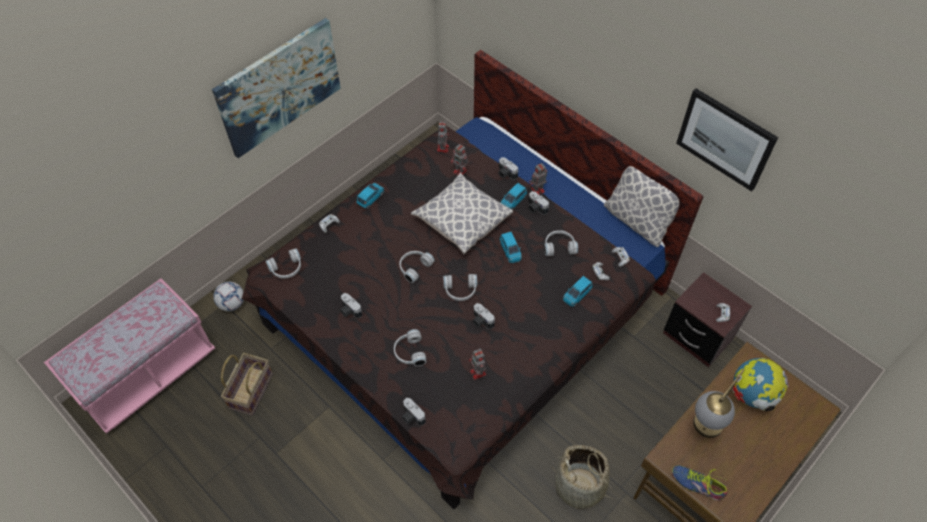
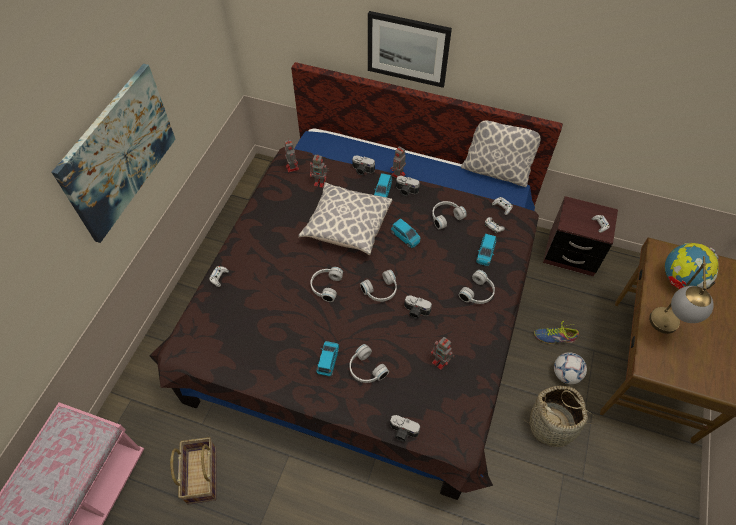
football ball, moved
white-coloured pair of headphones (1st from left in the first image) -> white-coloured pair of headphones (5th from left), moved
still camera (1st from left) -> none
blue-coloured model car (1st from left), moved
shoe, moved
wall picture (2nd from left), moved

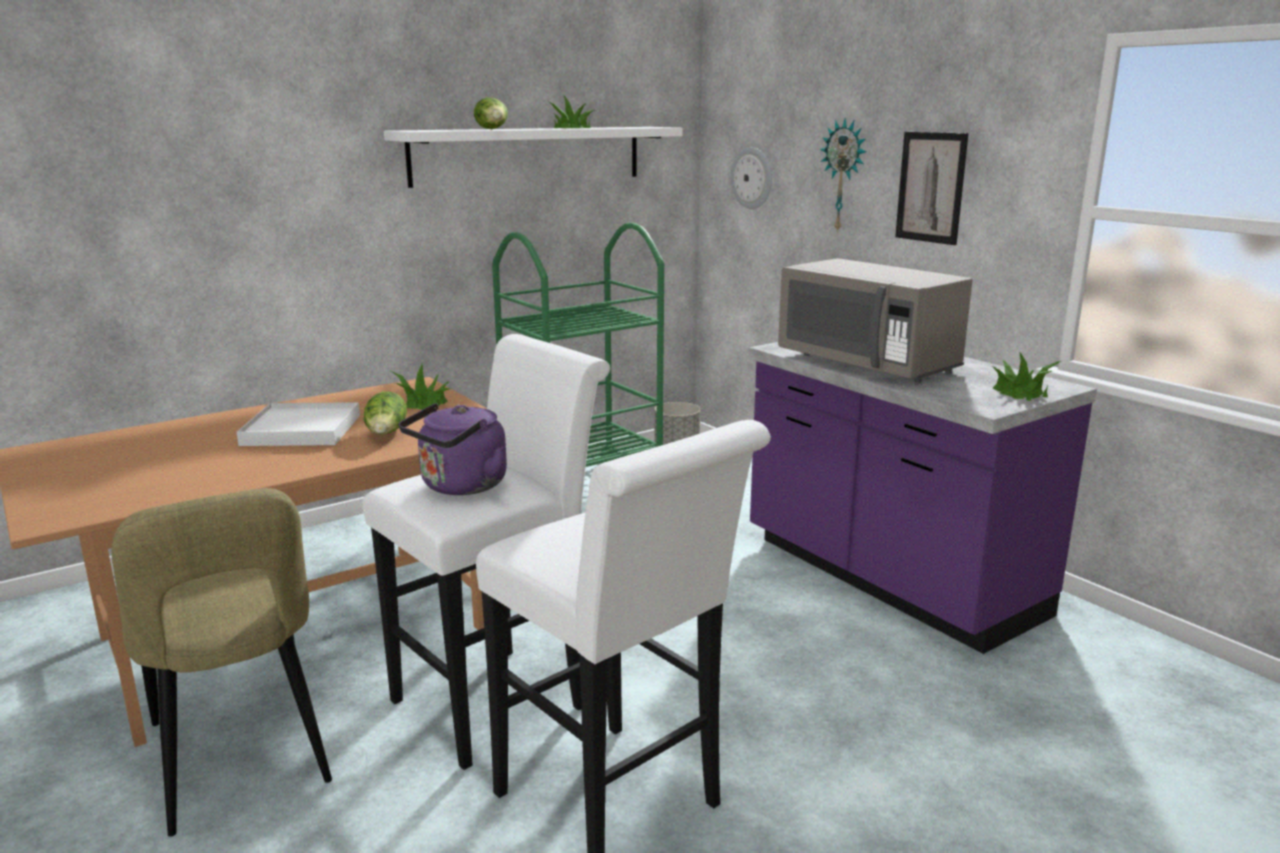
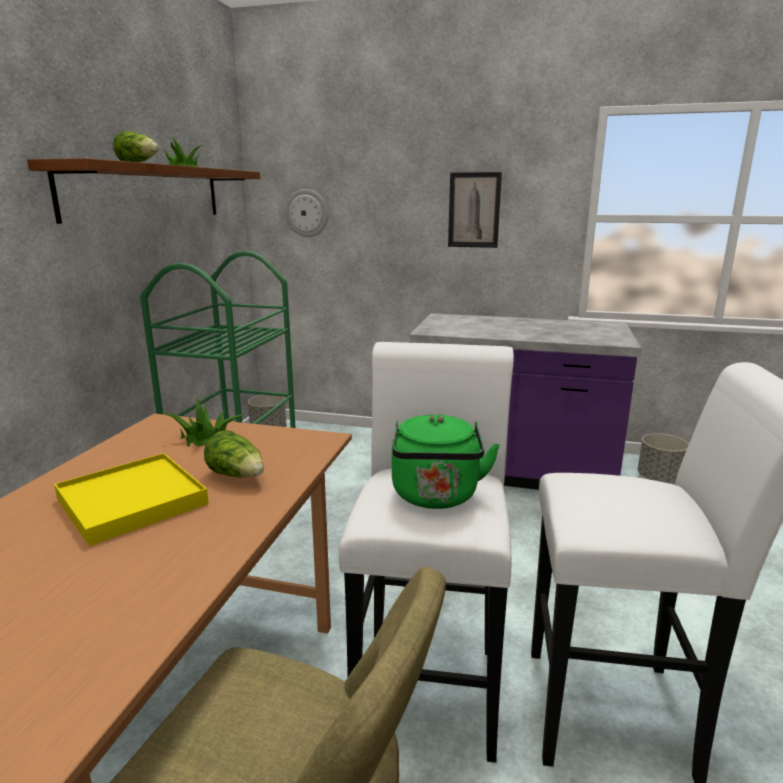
white-coloured carrying tray -> yellow carrying tray
white-coloured shelf -> brownish shelf
purplish kettle -> green-coloured kettle
grey kitchen microwave -> none
clock on the wall (2nd from left) -> none
potted plant (3rd from left) -> none
none -> grey planter (2nd from left)

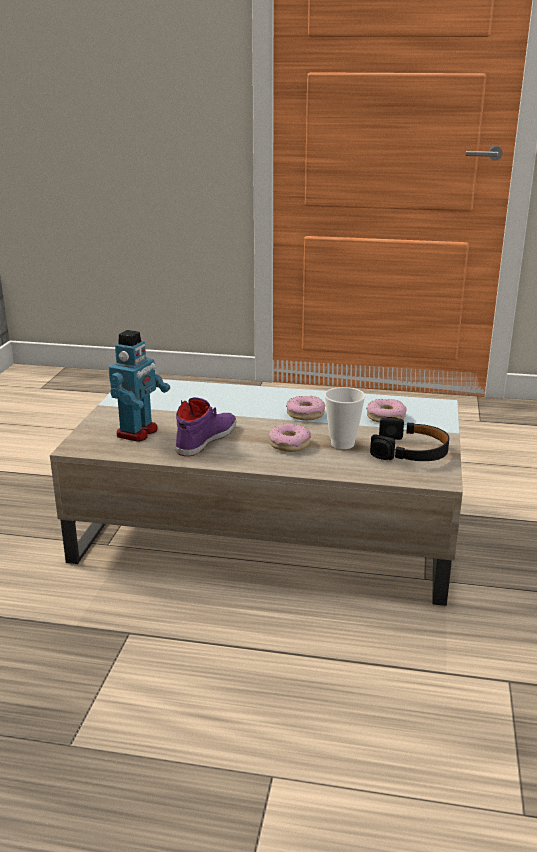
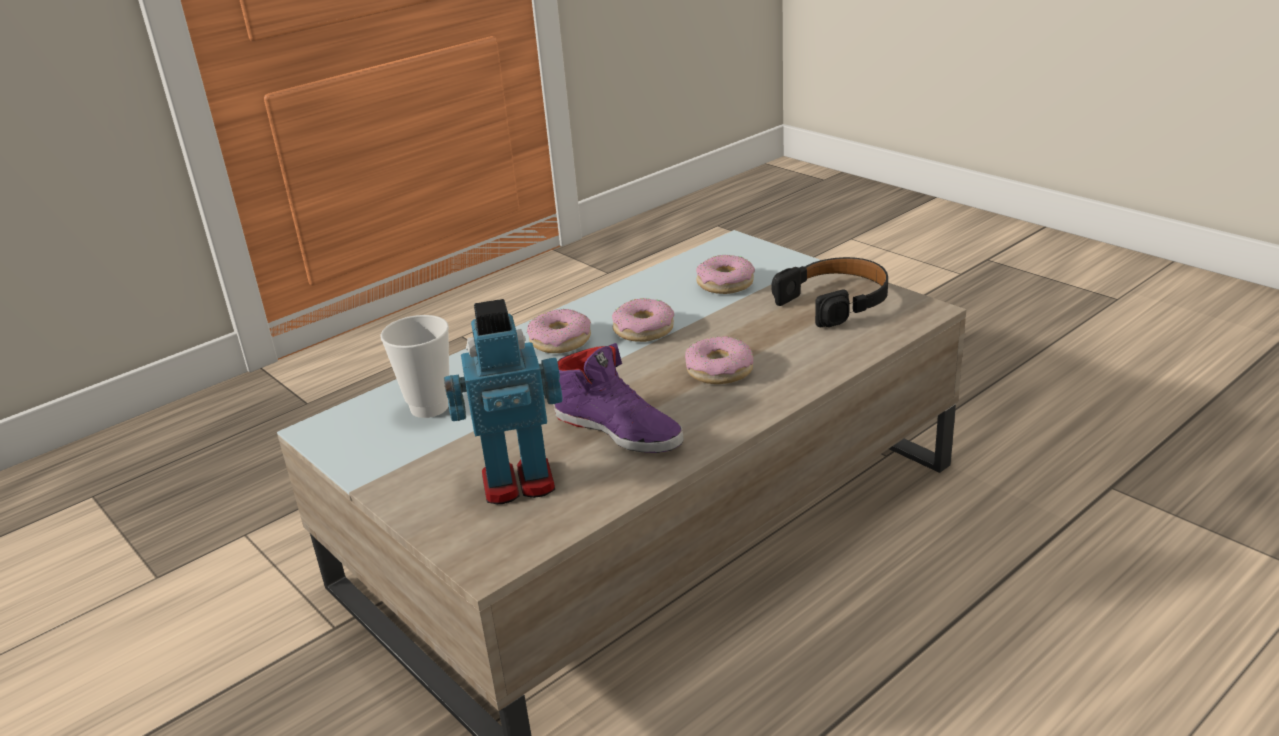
model robot, 75 degrees counterclockwise
purplish shoe, 150 degrees clockwise
small cup, moved
none -> donut (1st from left)

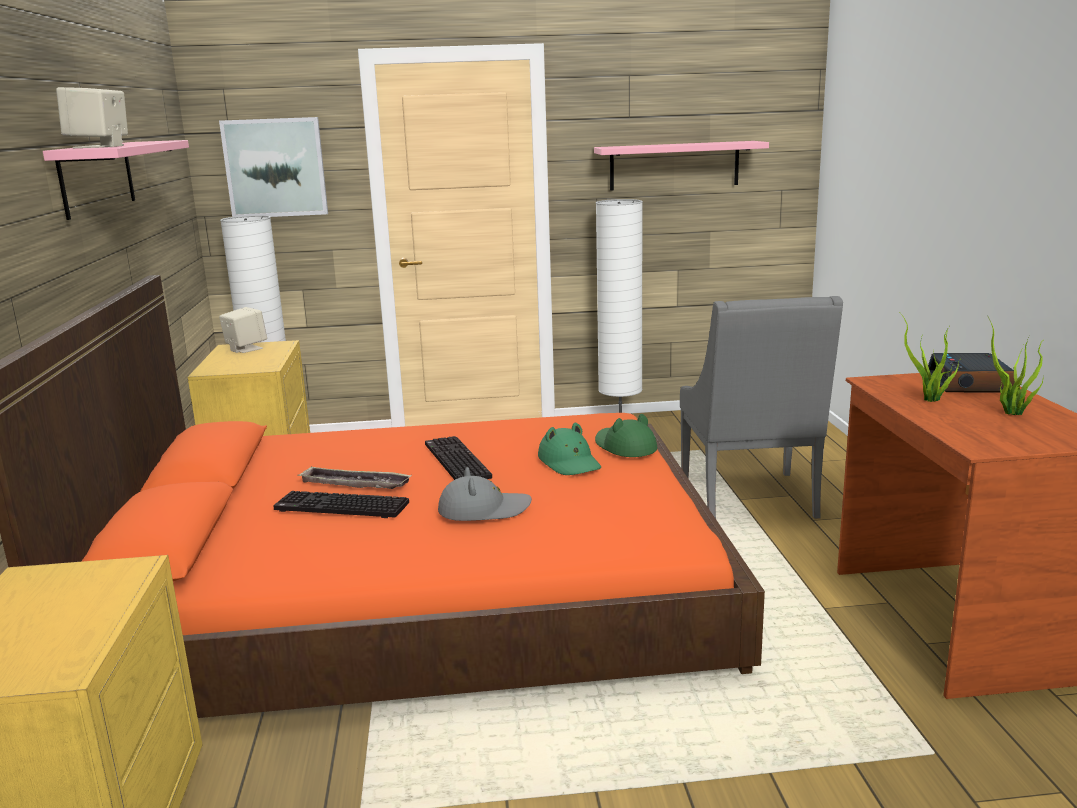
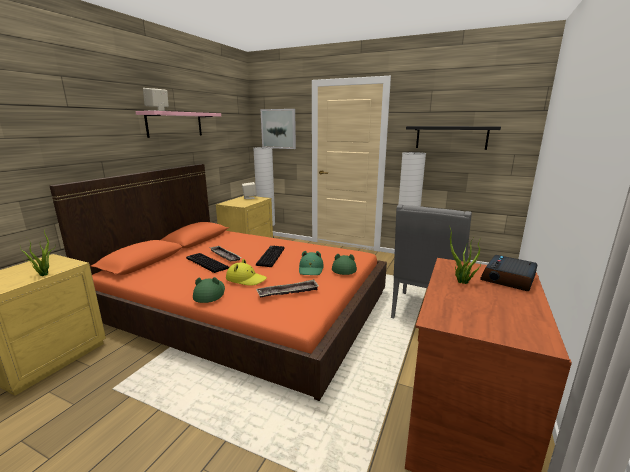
grey clothing hat -> yellow clothing hat
pink-coloured shelf (2nd from left) -> blackish shelf
potted plant (2nd from left in the first image) -> potted plant (1st from left), moved
none -> green-coloured clothing hat (1st from left)
none -> carrying tray (2nd from left)

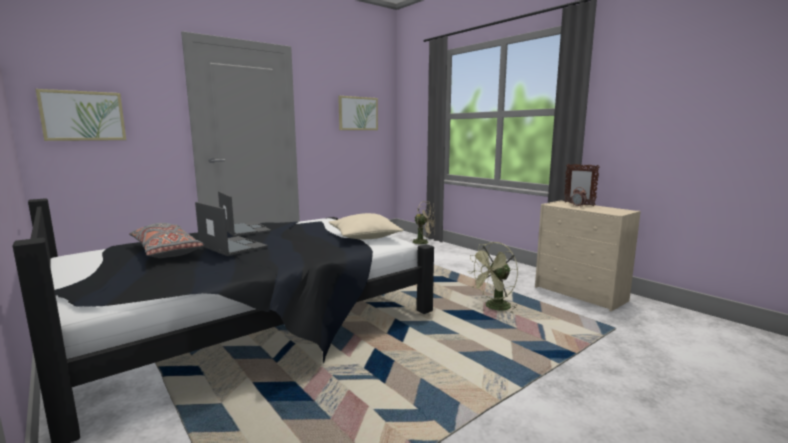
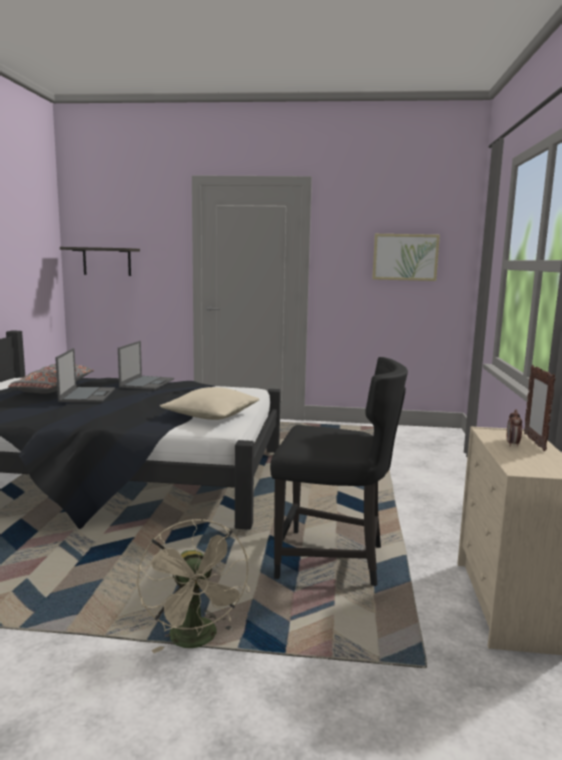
wall picture (1st from left) -> shelf
beige electric fan, moved
green-coloured electric fan -> blackish chair

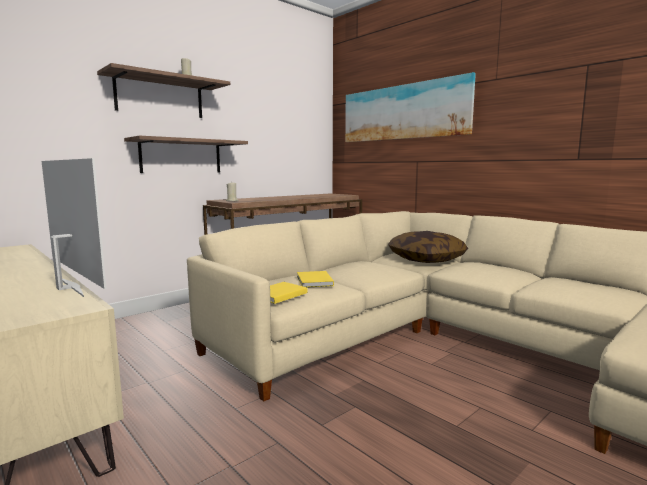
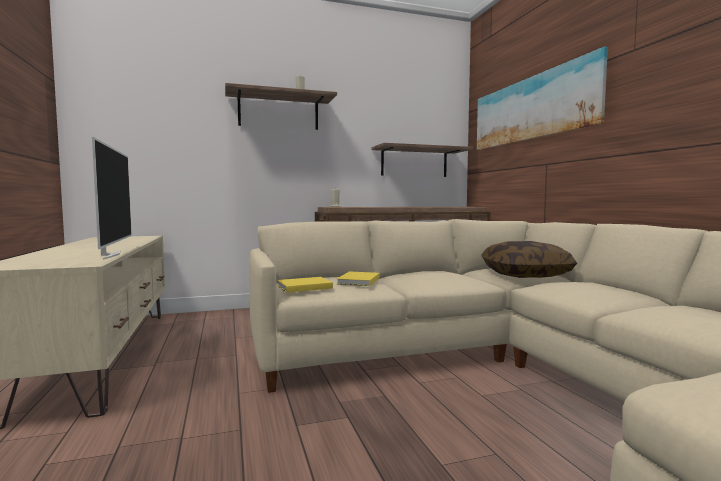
shelf (2nd from left), moved

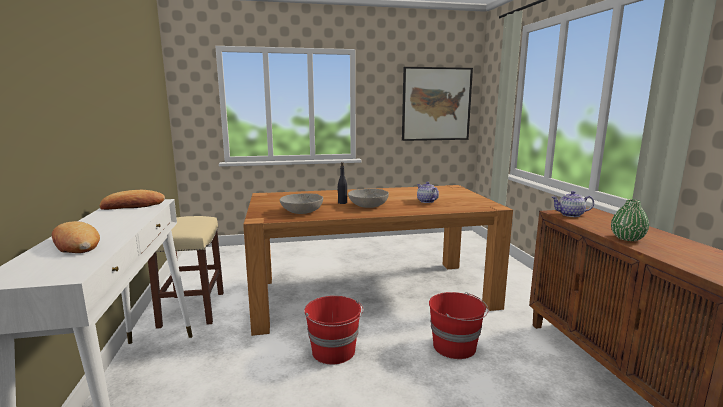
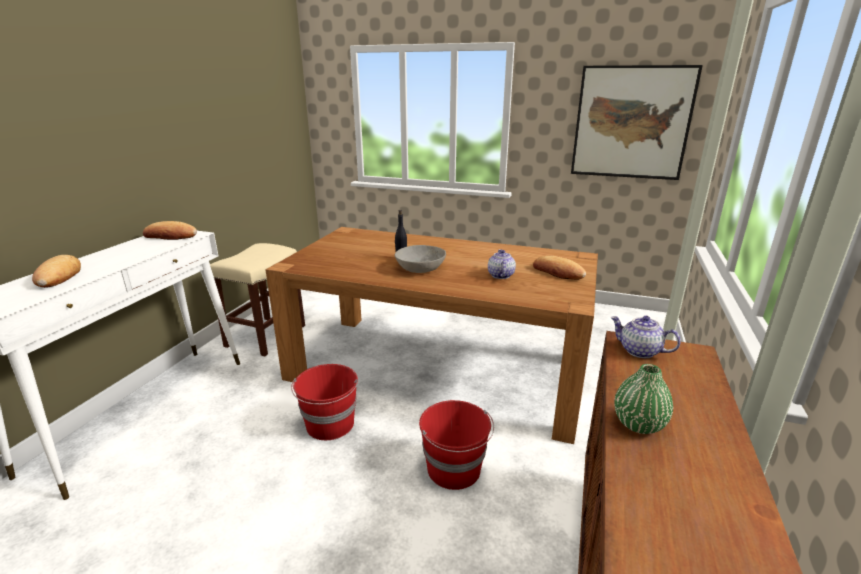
grey serving bowl (1st from left) -> none
none -> bread (3rd from left)

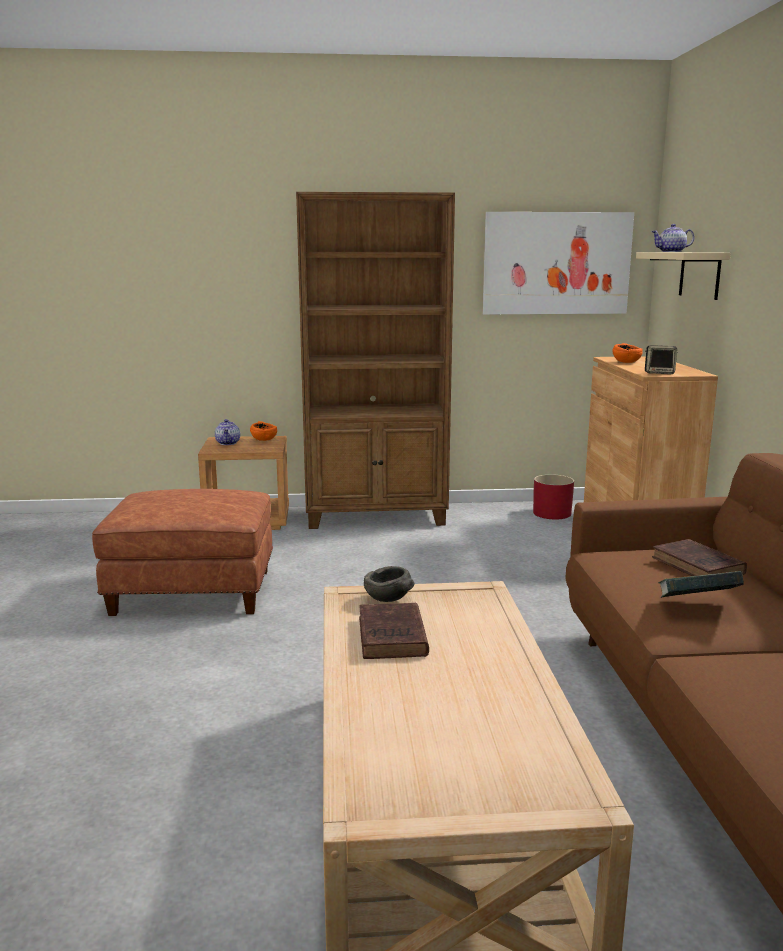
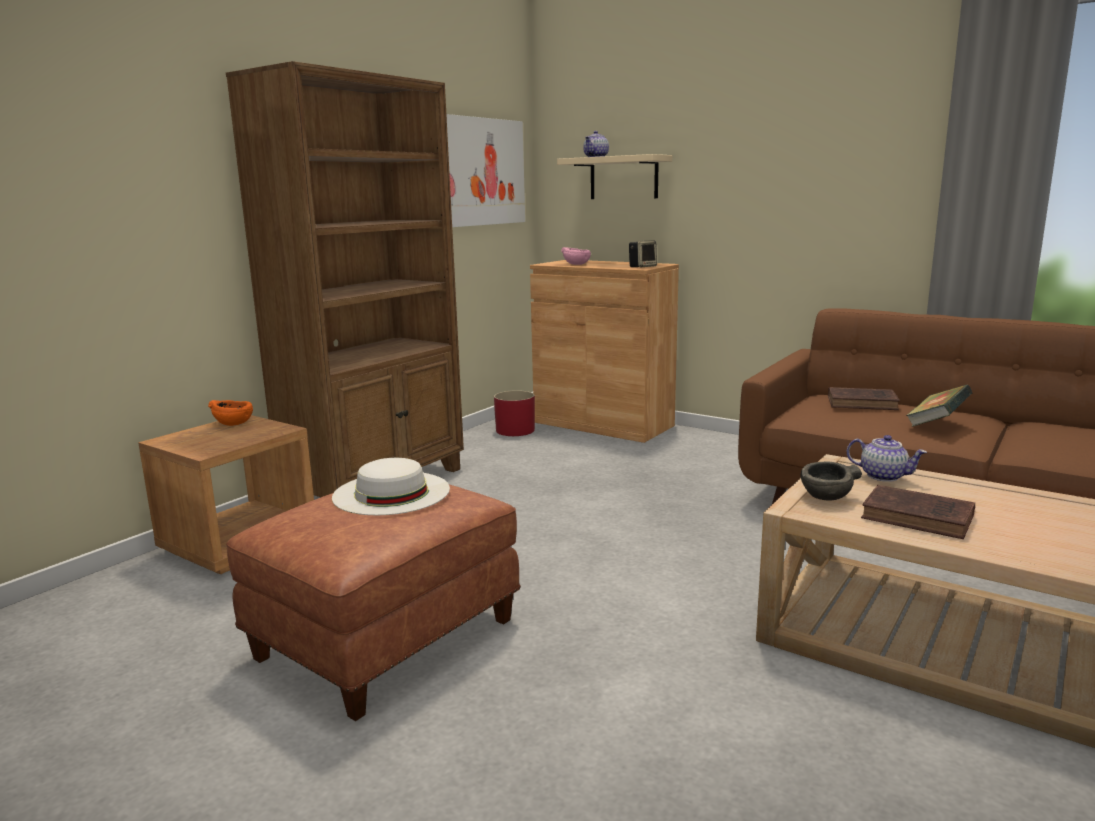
teapot (1st from left in the first image) -> teapot (2nd from left), moved
orangey serving bowl (2nd from left) -> pink-coloured serving bowl
none -> white-coloured clothing hat

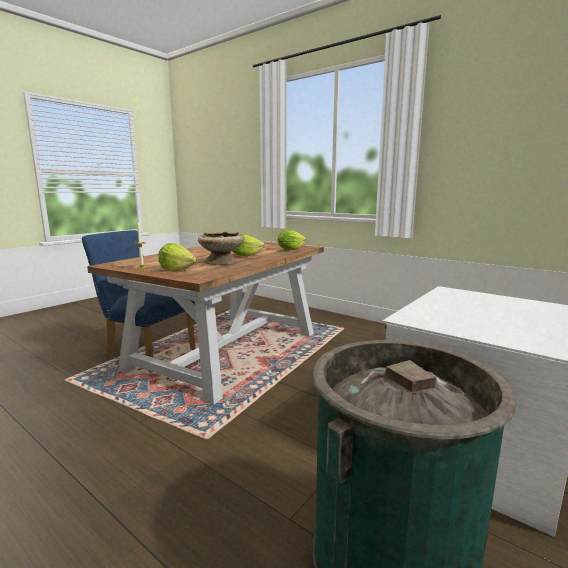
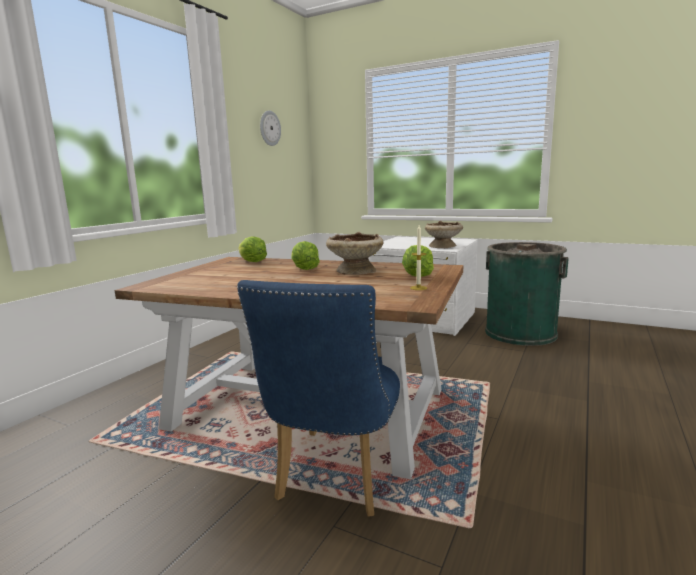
none -> clock on the wall
none -> beige serving bowl (2nd from left)

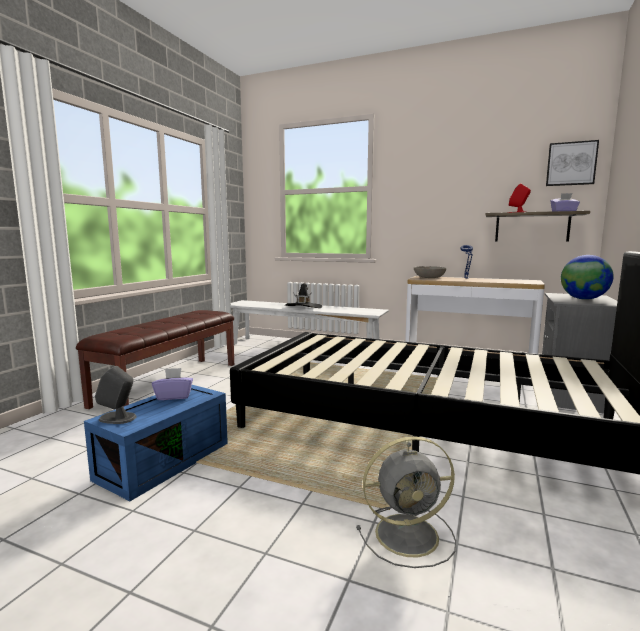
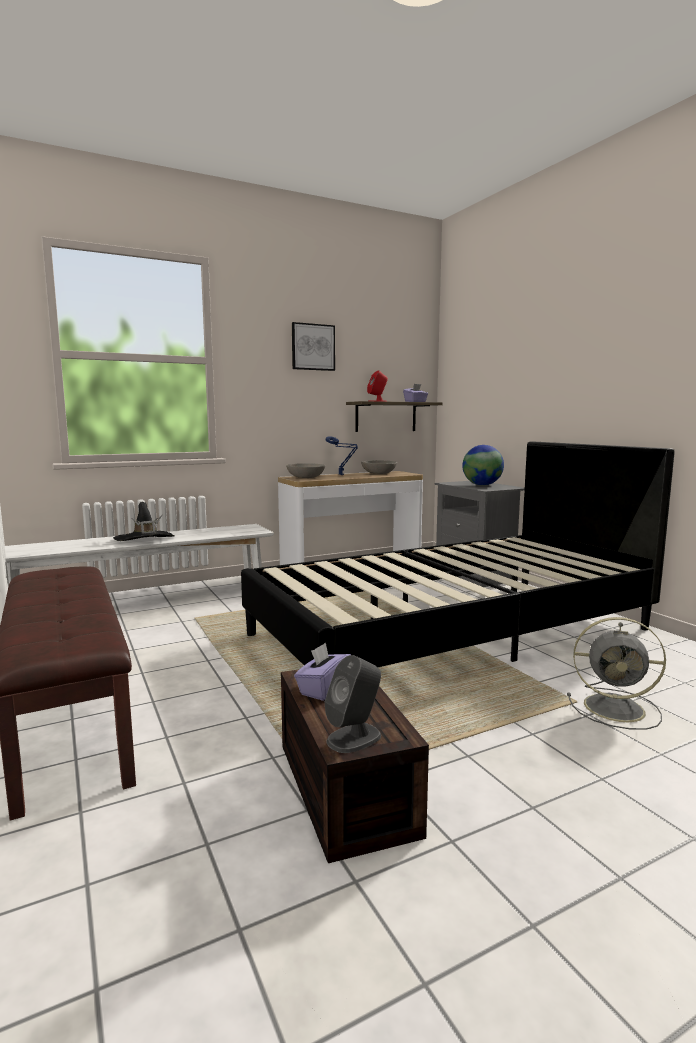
blue-coloured storage container -> brownish storage container
grey electric fan, 75 degrees clockwise
wall picture, moved
none -> grey serving bowl (2nd from left)

